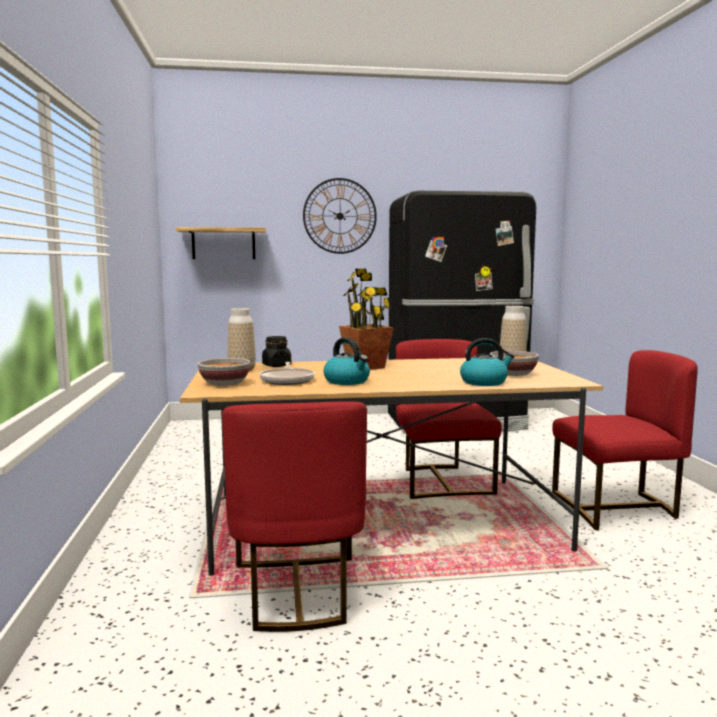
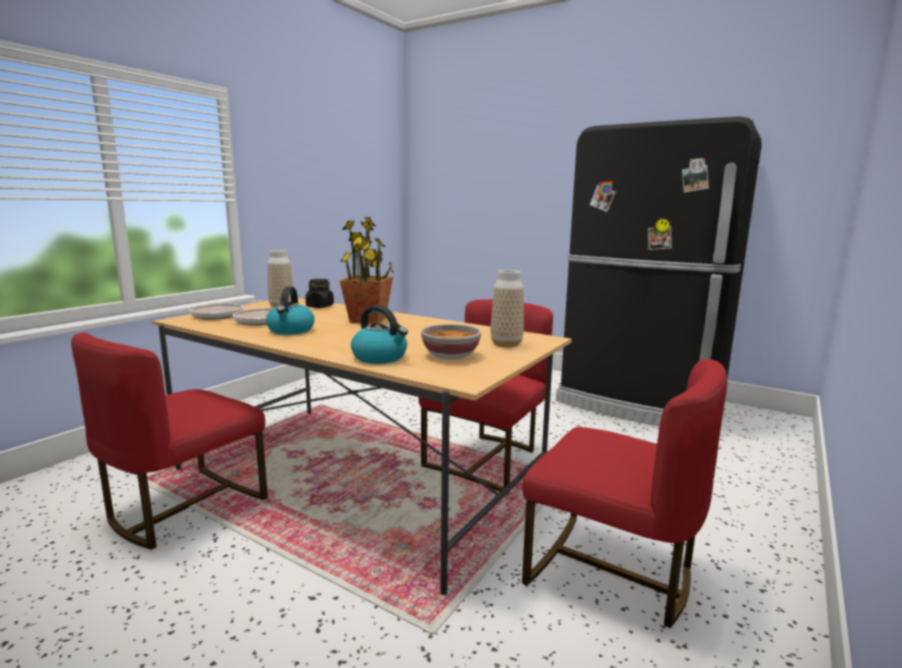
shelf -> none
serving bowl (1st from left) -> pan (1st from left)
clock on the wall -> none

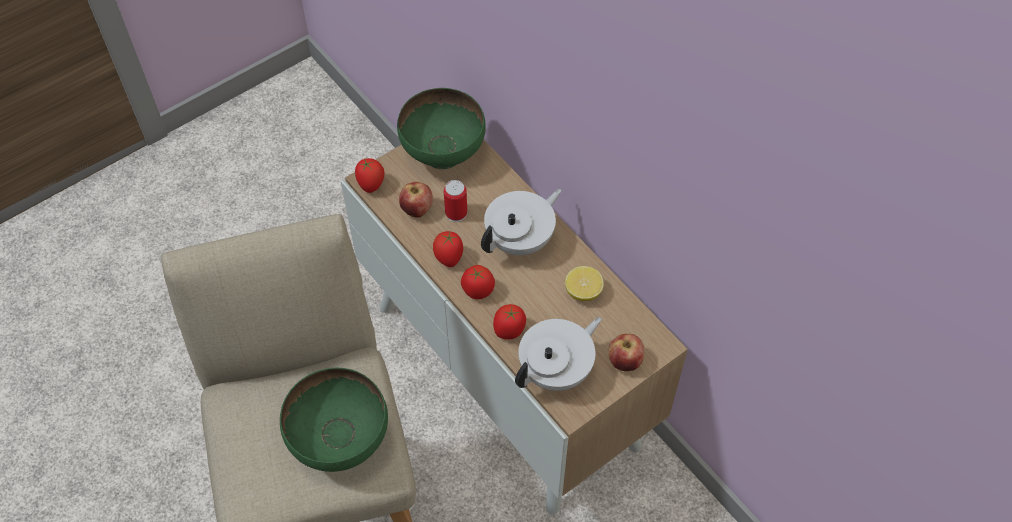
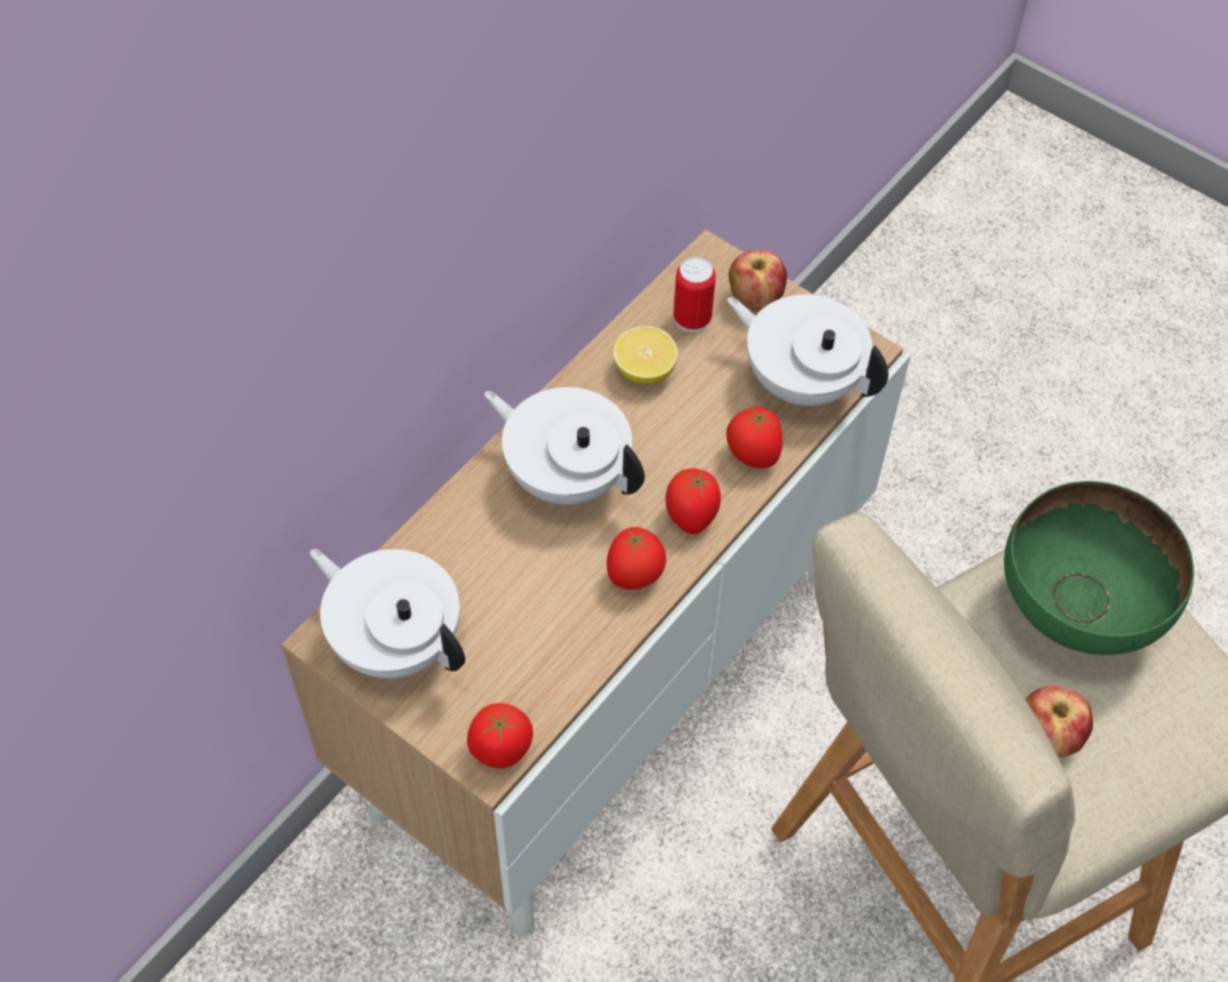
green-coloured serving bowl (2nd from left) -> white-coloured teapot (1st from left)
apple fruit (1st from left in the first image) -> apple fruit (2nd from left), moved
metal can, moved

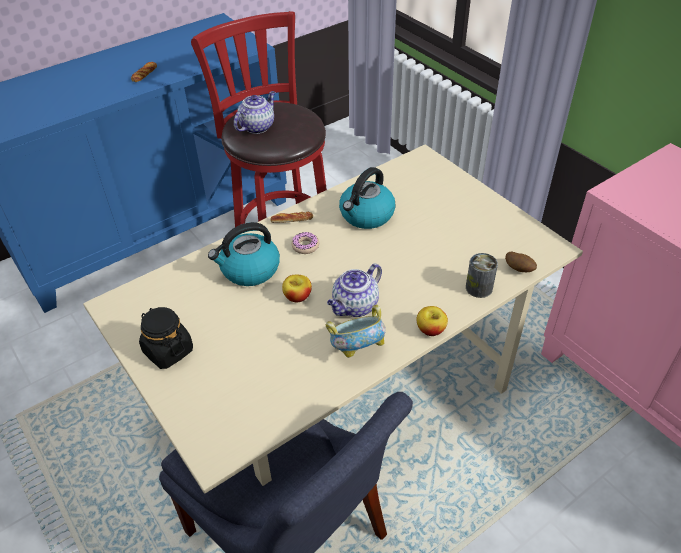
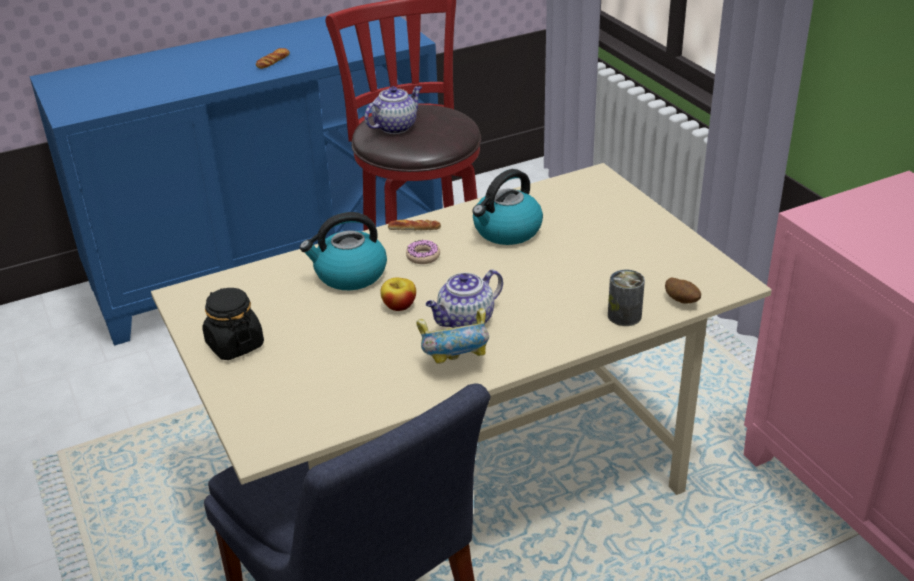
apple fruit (2nd from left) -> none

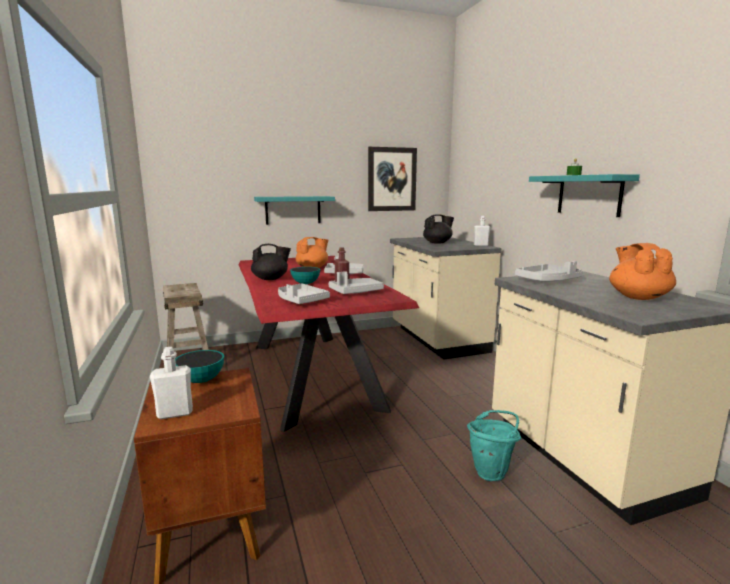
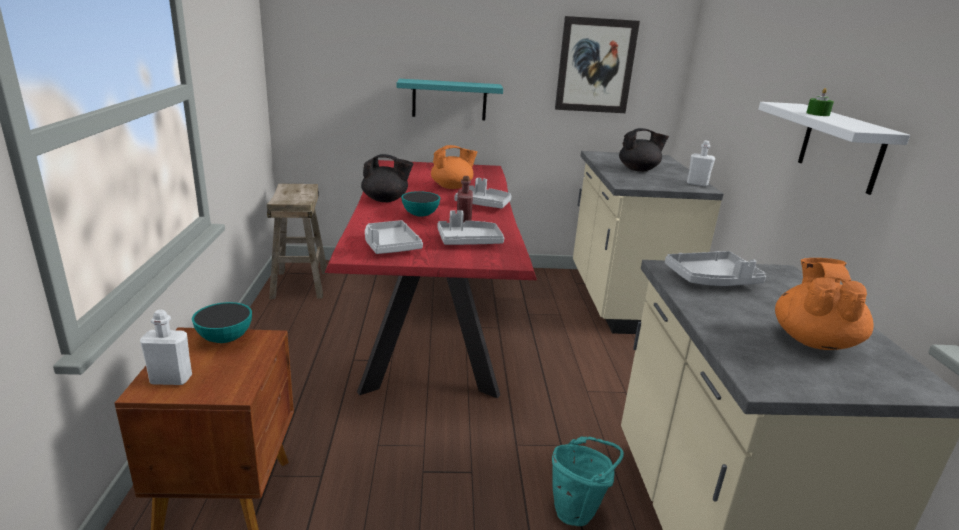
blue-green shelf (2nd from left) -> white-coloured shelf

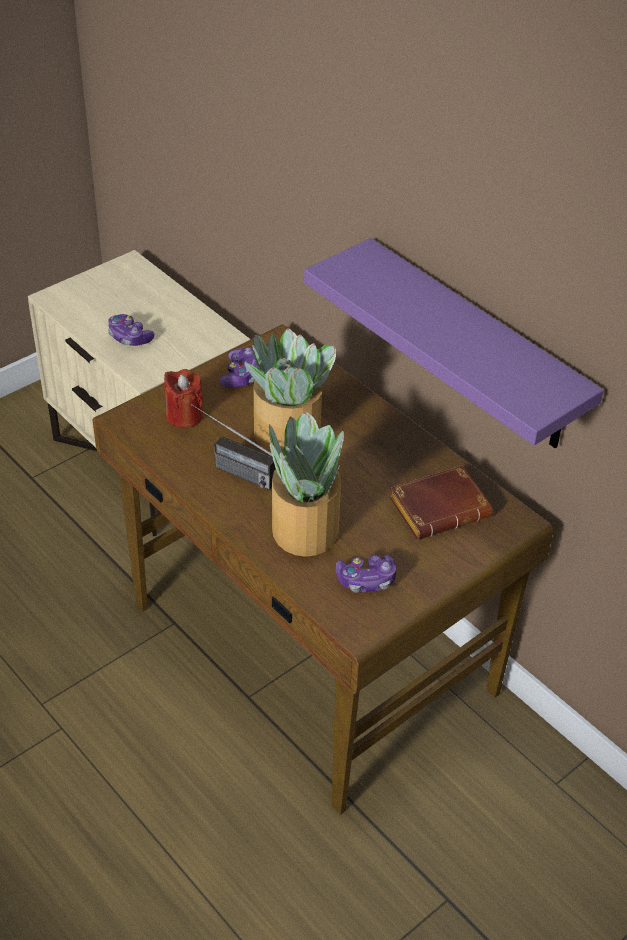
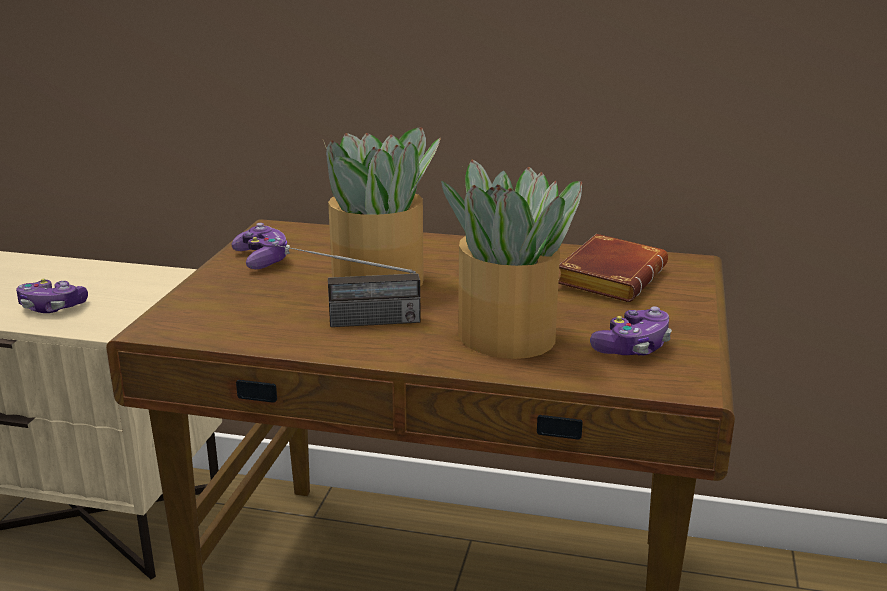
reddish wax light -> none
purplish shelf -> none

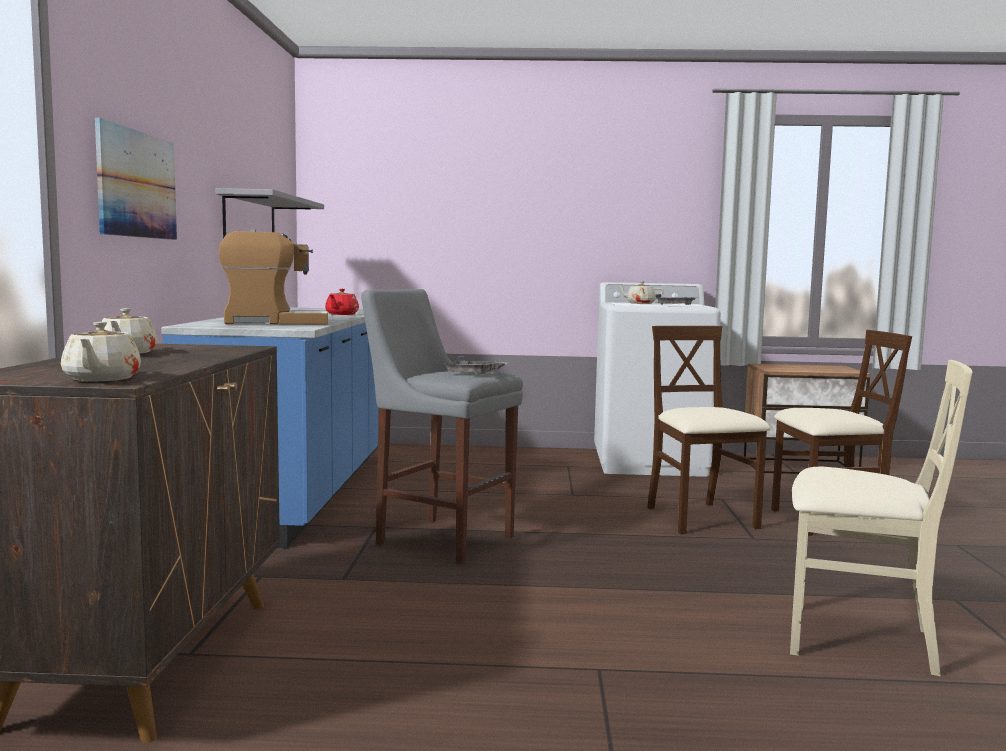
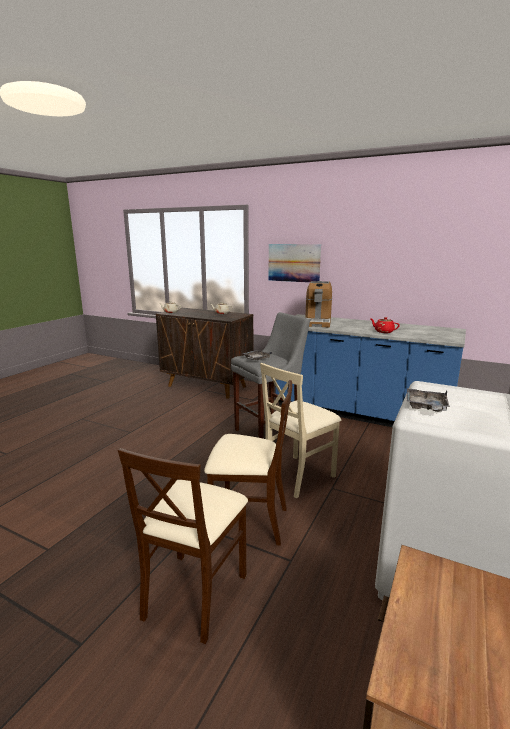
grey shelf -> none
beige teapot (3rd from left) -> none
beige chair (3rd from left), moved

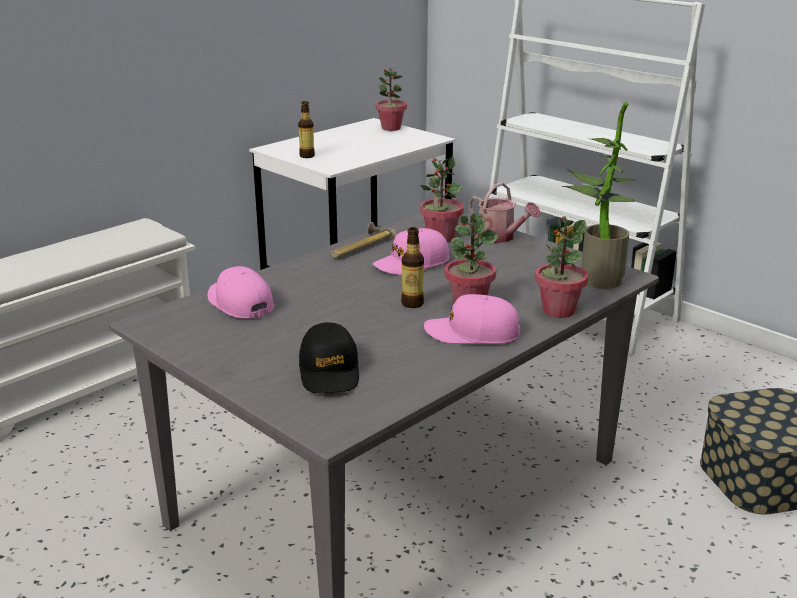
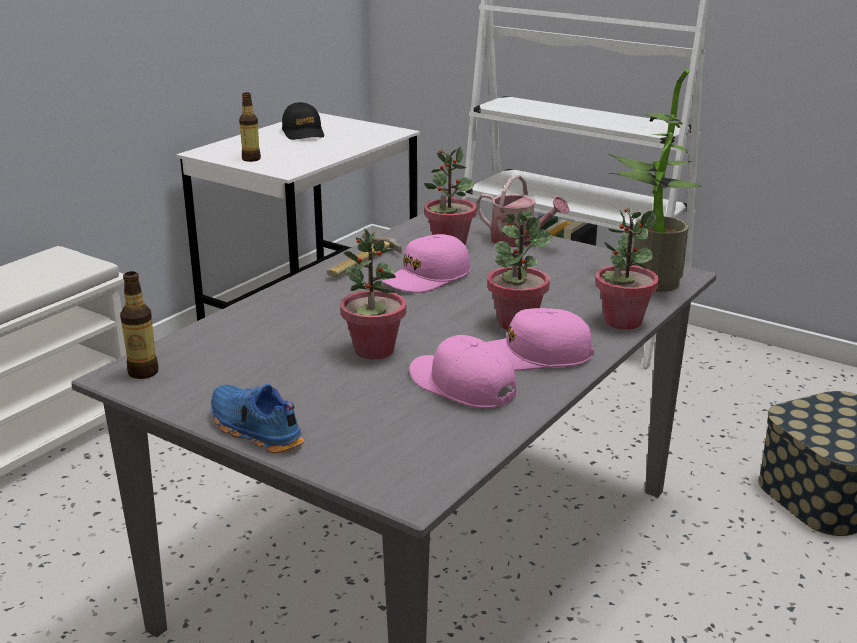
pink-coloured cap (1st from left in the first image) -> pink-coloured cap (2nd from left), moved
blackish cap, moved
potted plant (1st from left), moved
beverage bottle (2nd from left in the first image) -> beverage bottle (1st from left), moved
none -> blue-coloured shoe

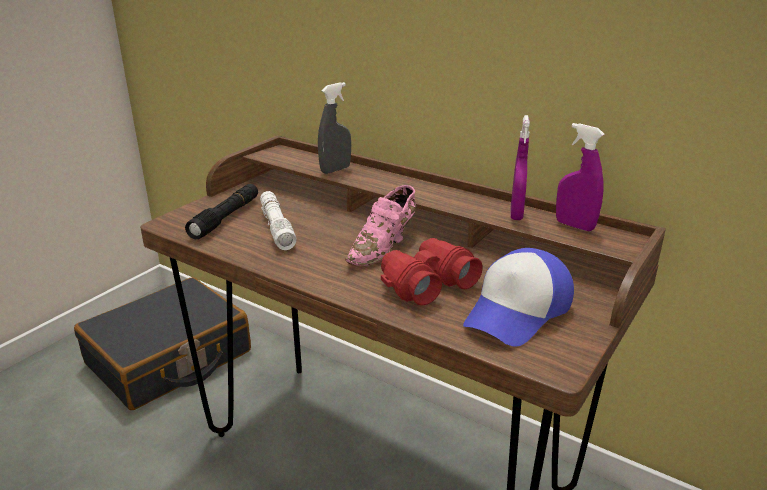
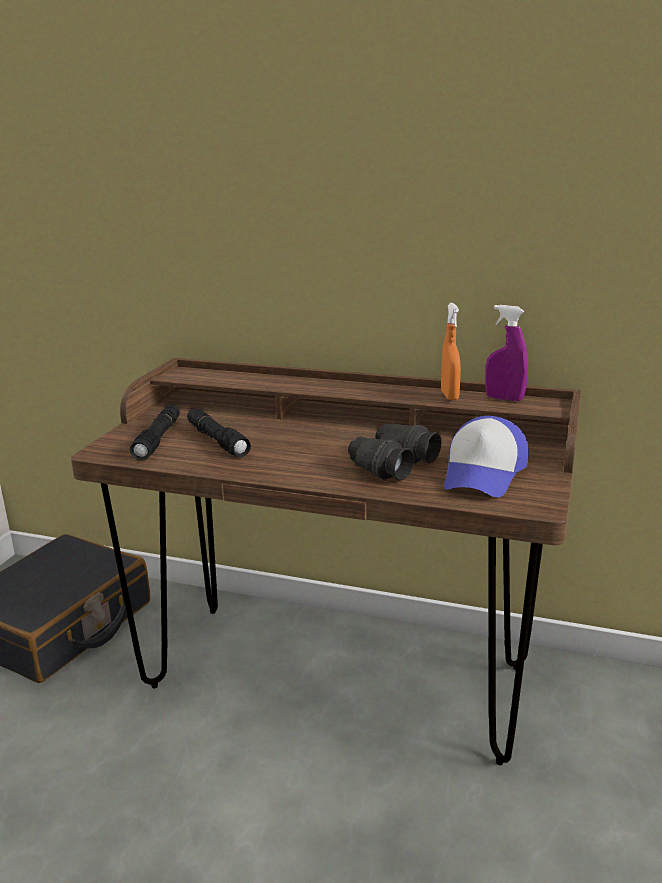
white-coloured torch -> blackish torch (2nd from left)
grey spray bottle -> none
pink-coloured shoe -> none
reddish field glasses -> blackish field glasses
purplish spray bottle (1st from left) -> orangey spray bottle

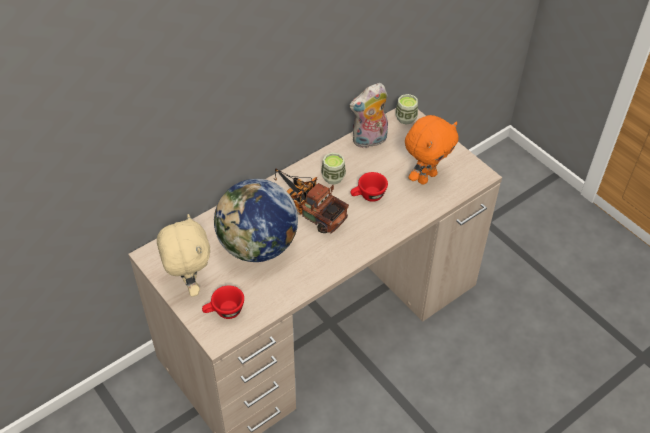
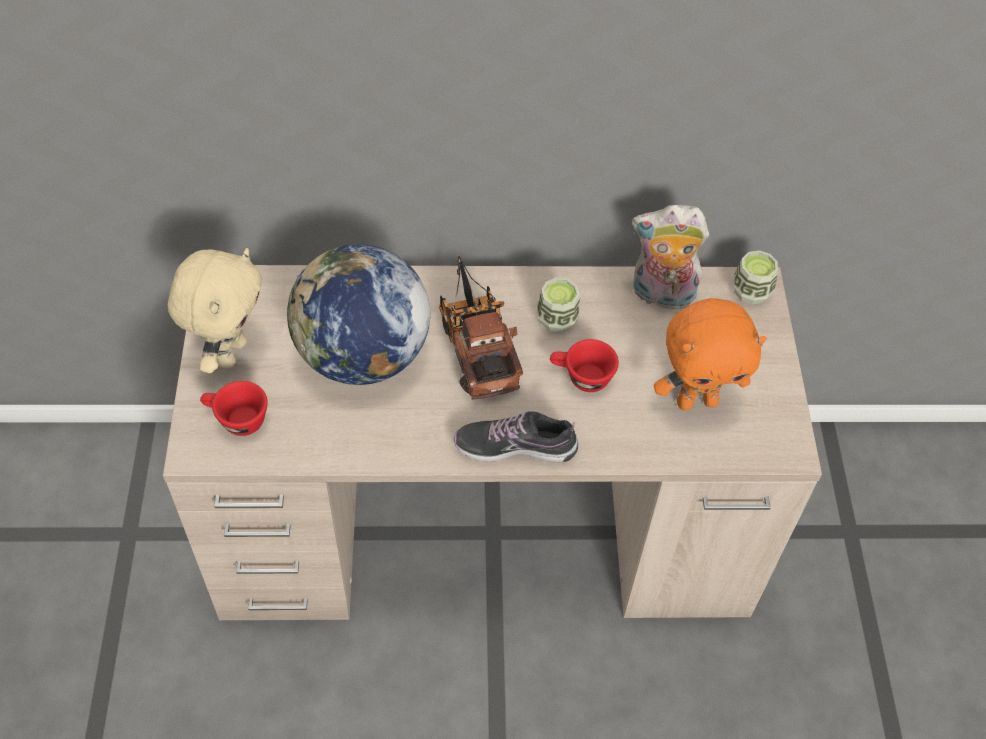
none -> shoe

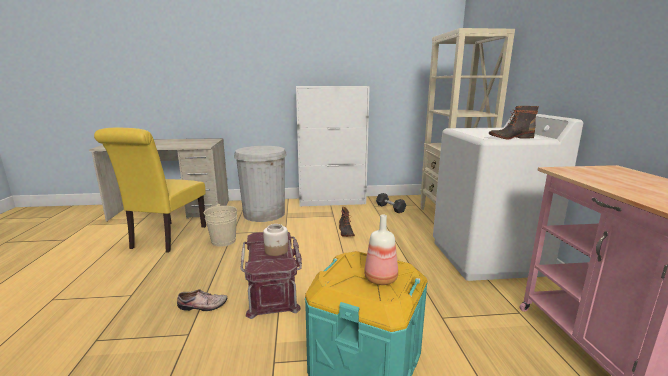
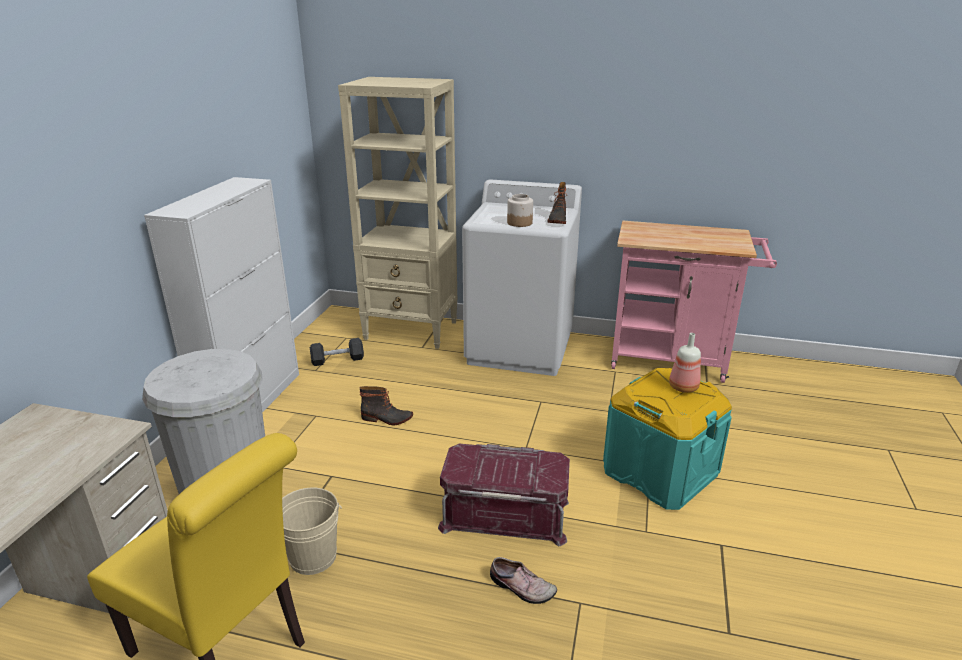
shoe, 105 degrees clockwise
jar, moved

